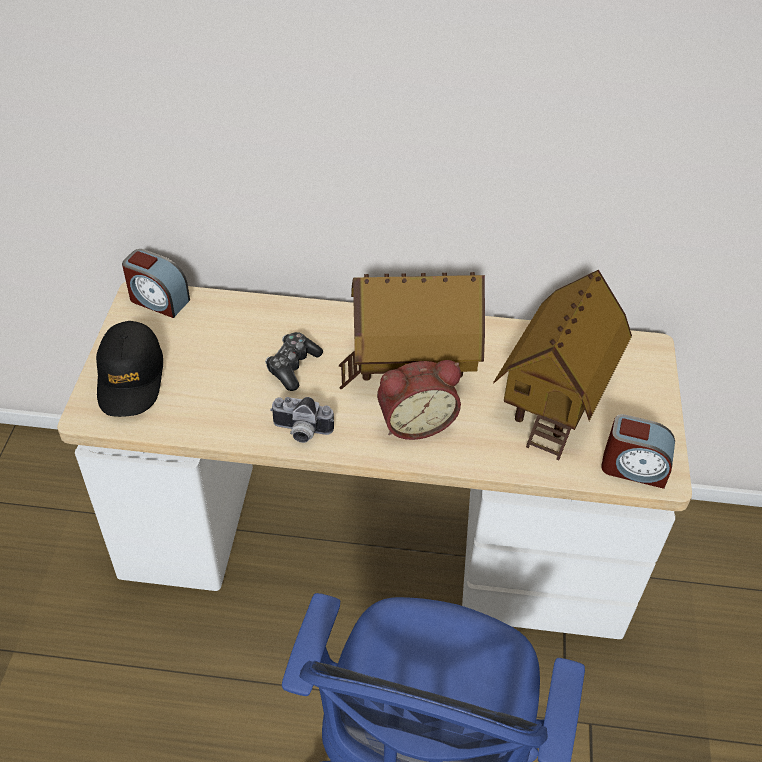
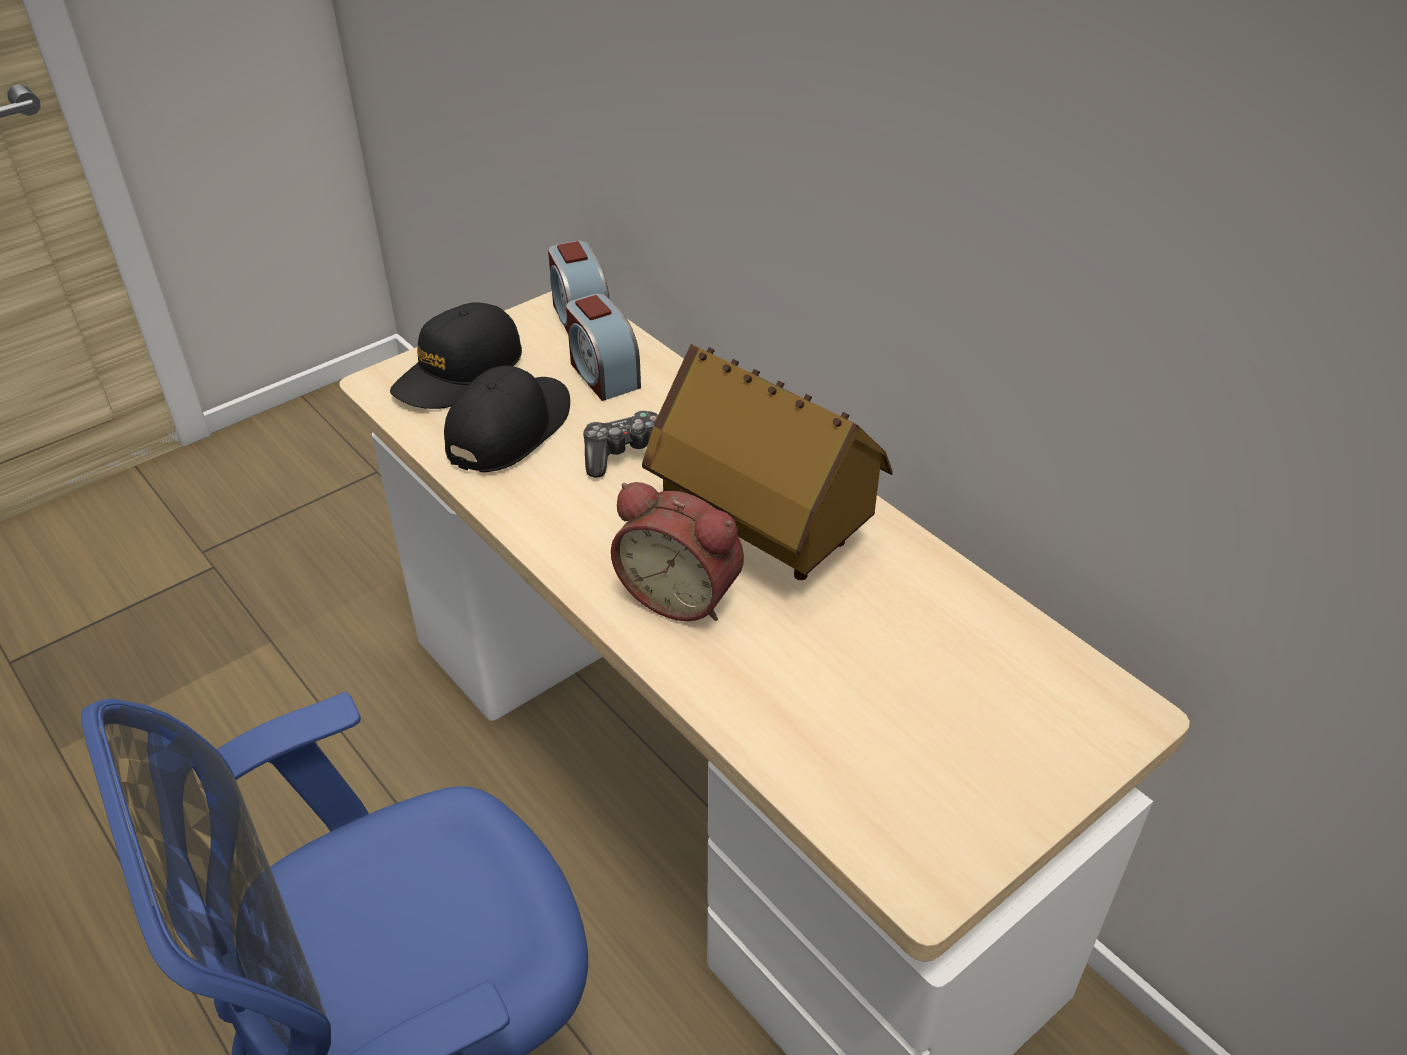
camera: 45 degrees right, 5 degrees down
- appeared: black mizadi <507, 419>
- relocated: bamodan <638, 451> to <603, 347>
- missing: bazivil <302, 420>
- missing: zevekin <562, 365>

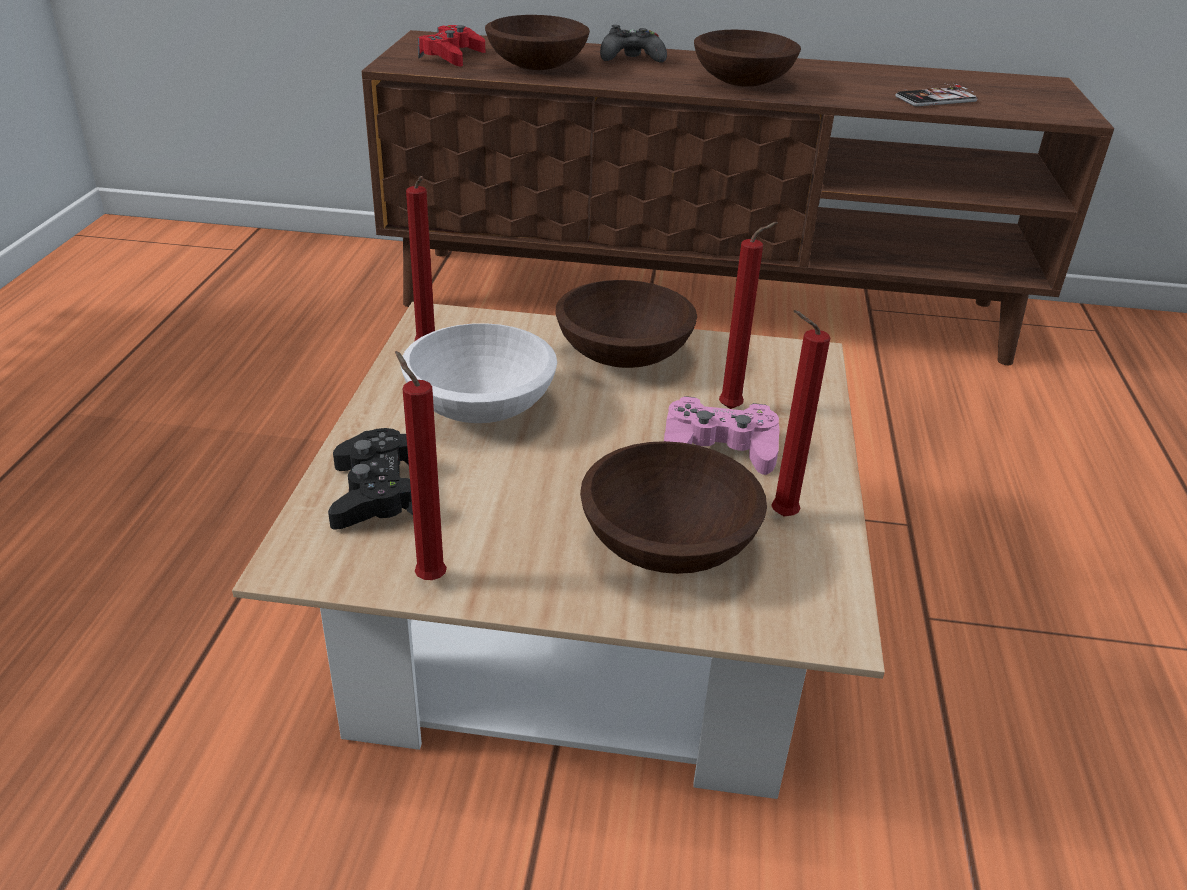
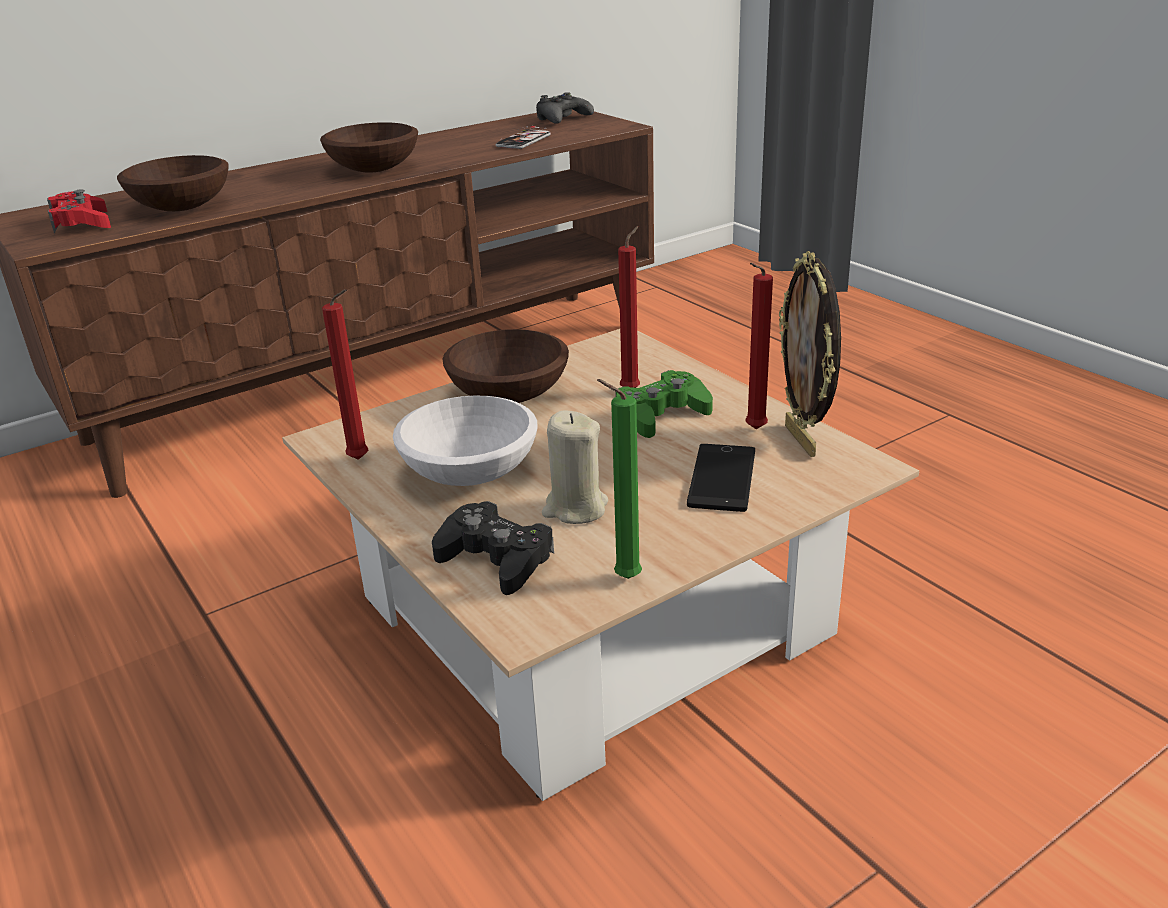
camera: 40 degrees left, 5 degrees down
- relocated: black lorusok <633, 44> to <565, 108>
- appeared: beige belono <575, 467>
- colour: red belono <421, 465> to green belono <619, 479>
- colour: pink lorusok <722, 435> to green lorusok <664, 404>
- exchanged: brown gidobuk <673, 507> to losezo <721, 478>
- appeared: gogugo <810, 354>

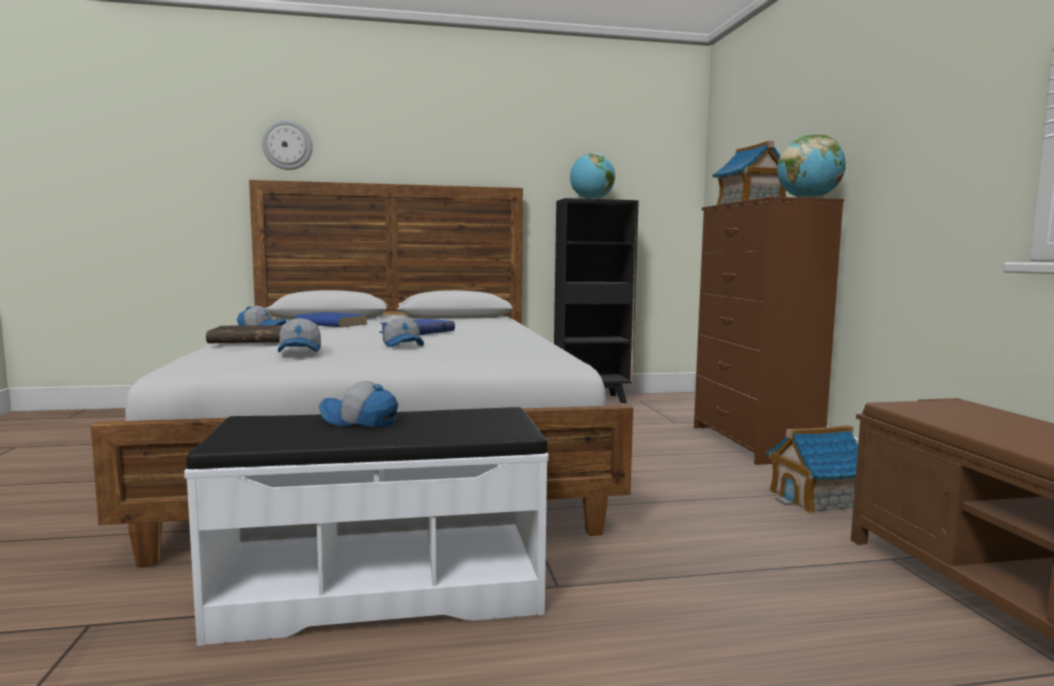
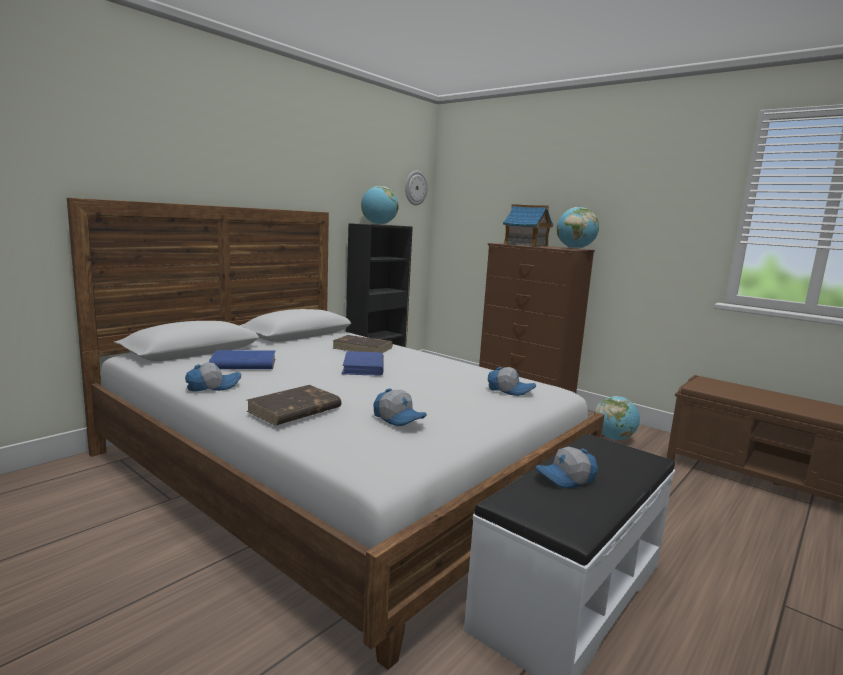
camera: 40 degrees left, 5 degrees up
- appeared: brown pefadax <362, 344>
- relocated: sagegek <287, 145> to <416, 188>
- relocated: mizadi <403, 332> to <512, 381>
- exchanged: zevekin <812, 469> to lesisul <617, 418>

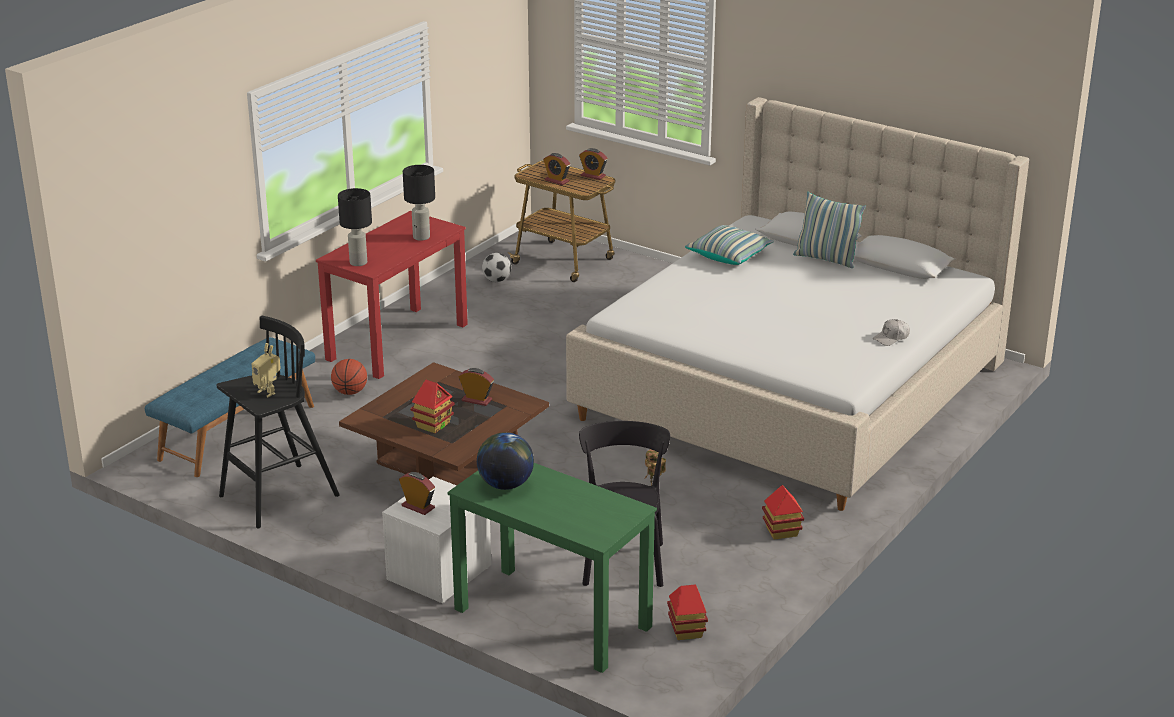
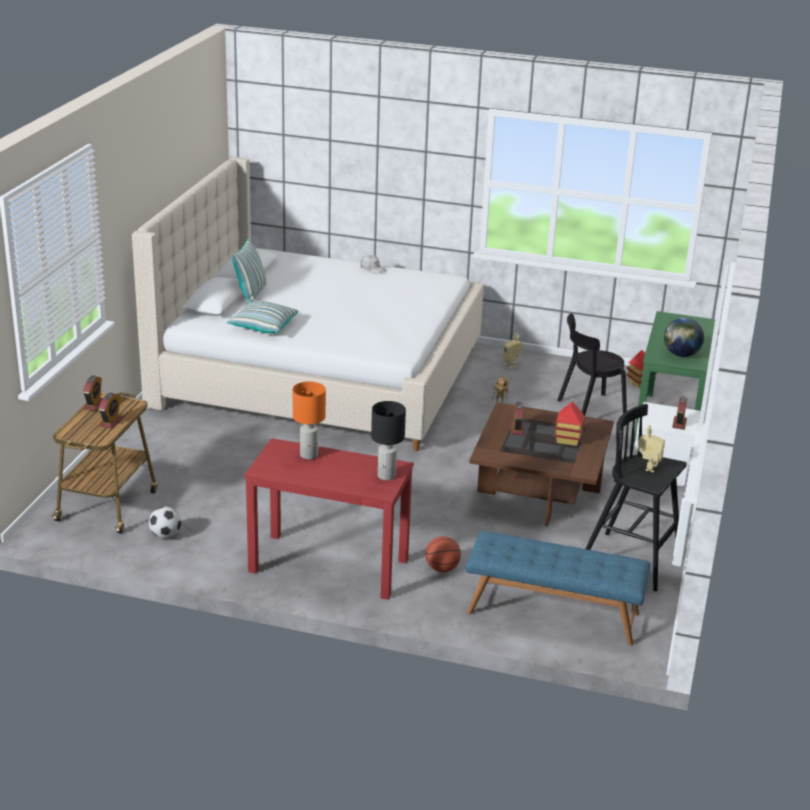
camera: 110 degrees left, 0 degrees up
- colour: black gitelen <419, 203> to orange gitelen <309, 420>
- exchanged: zevekin <783, 512> to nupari <513, 351>

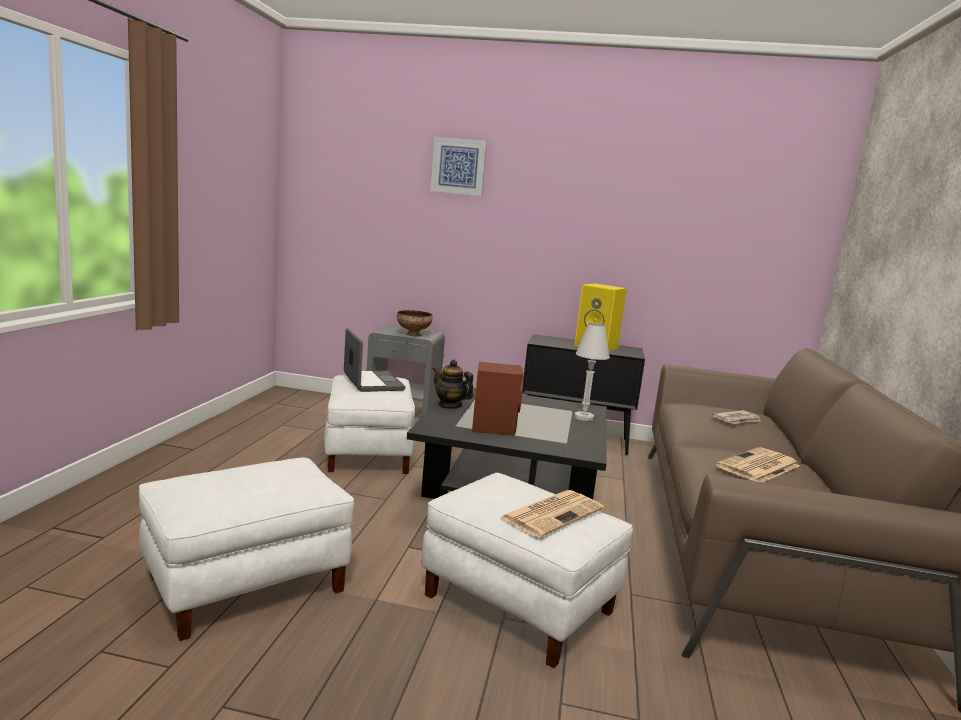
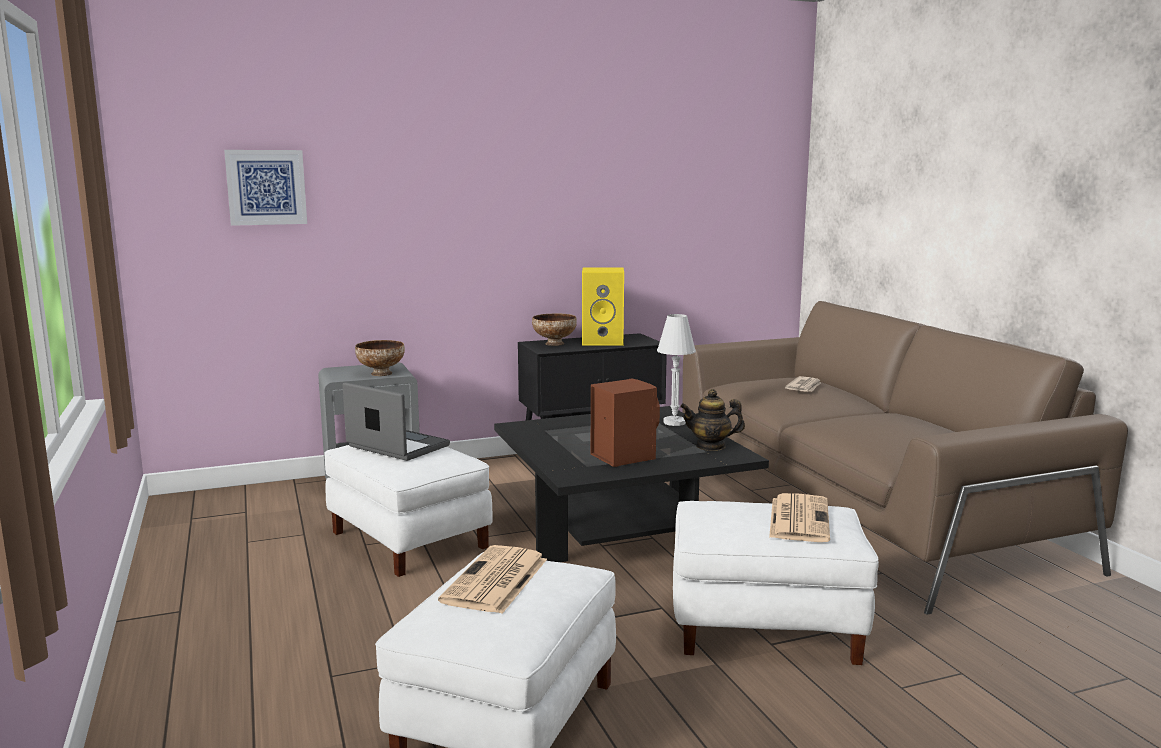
camera: 30 degrees left, 0 degrees up
- relocated: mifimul <459, 166> to <265, 188>
- relocated: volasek <757, 464> to <492, 579>
- appeared: gidobuk <554, 330>
- relocated: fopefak <453, 384> to <712, 420>

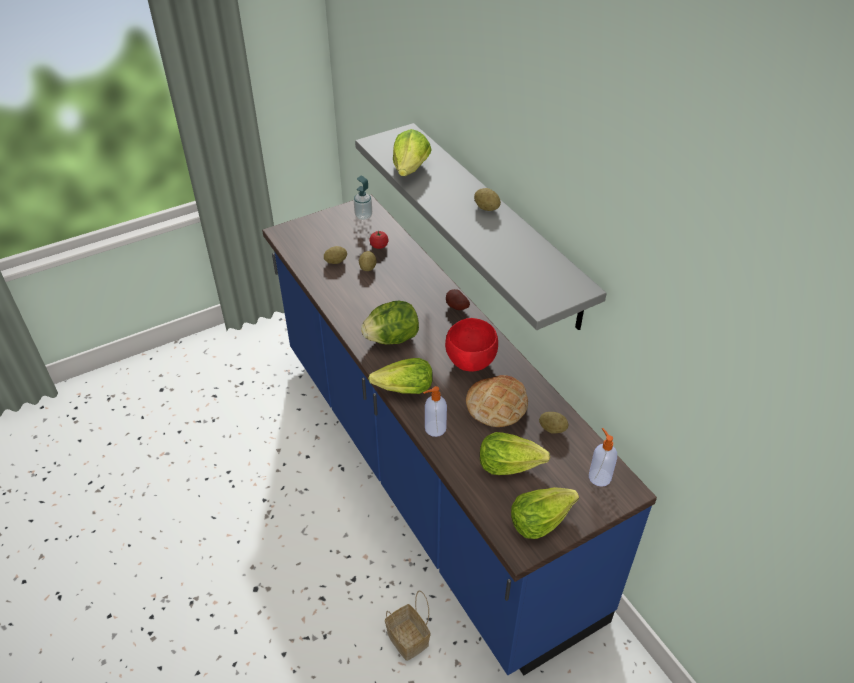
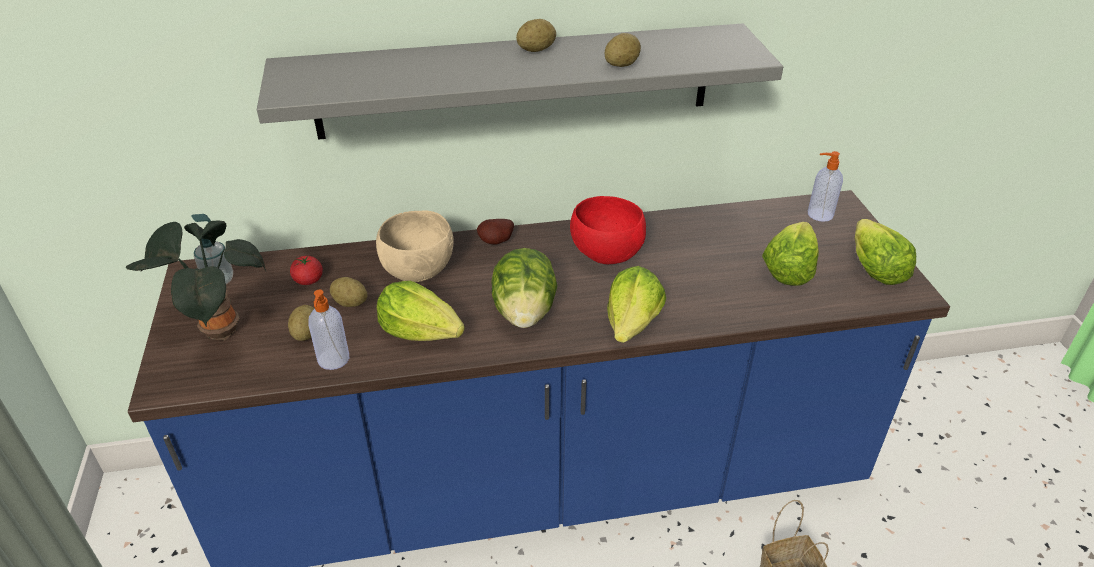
camera: 70 degrees left, 5 degrees down
- appeared: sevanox <196, 280>
- relocated: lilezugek <435, 411> to <329, 329>
- appeared: beige gidobuk <415, 246>
- relocated: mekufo <412, 152> to <421, 311>
- relocated: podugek <553, 423> to <623, 50>
- missing: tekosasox <497, 401>

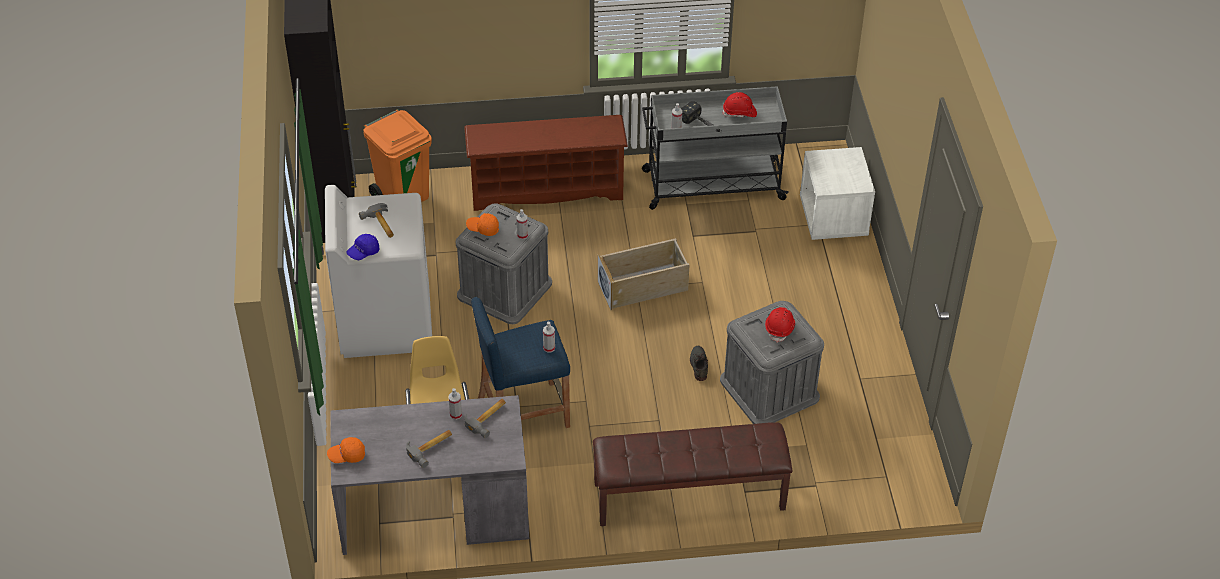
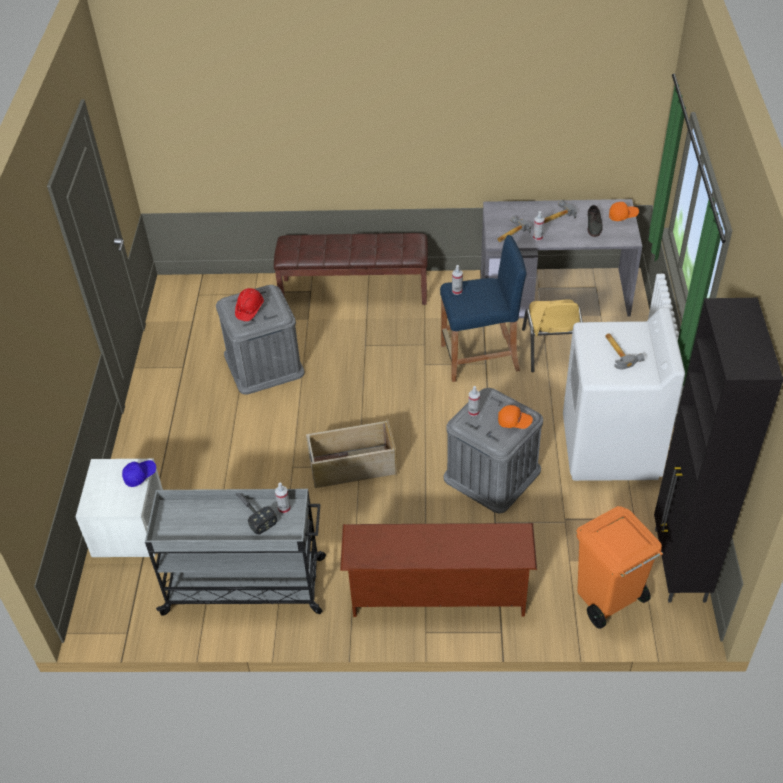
camera: 170 degrees left, 0 degrees up
- relocated: blue mizadi <363, 247> to <139, 473>
- relocated: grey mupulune <699, 363> to <595, 221>
- missing: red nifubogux <739, 104>

